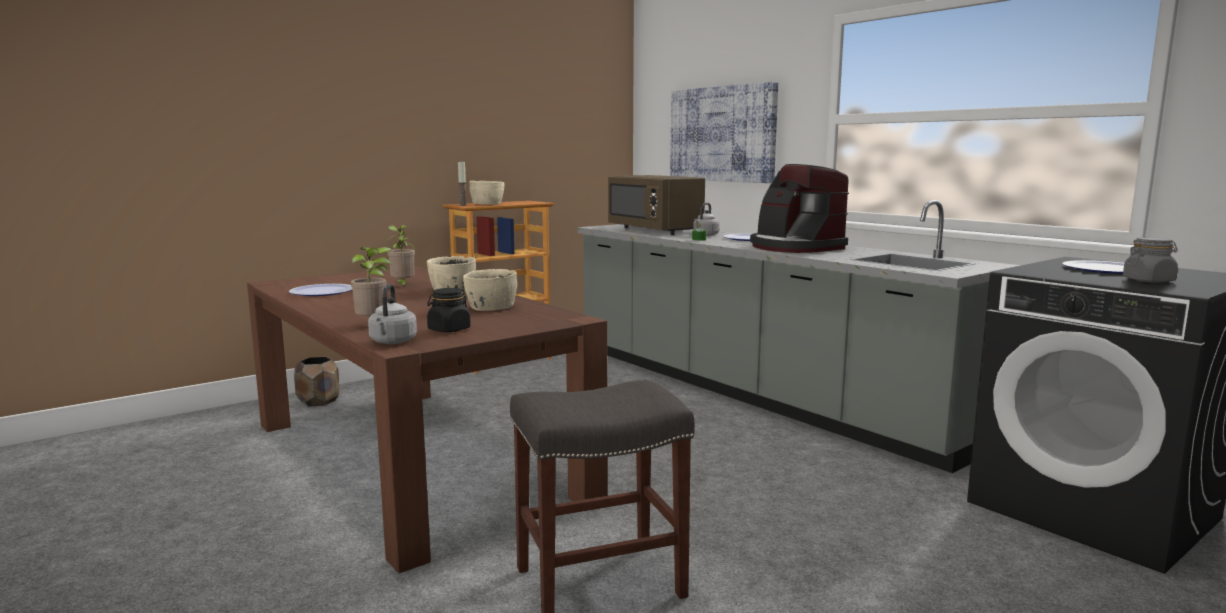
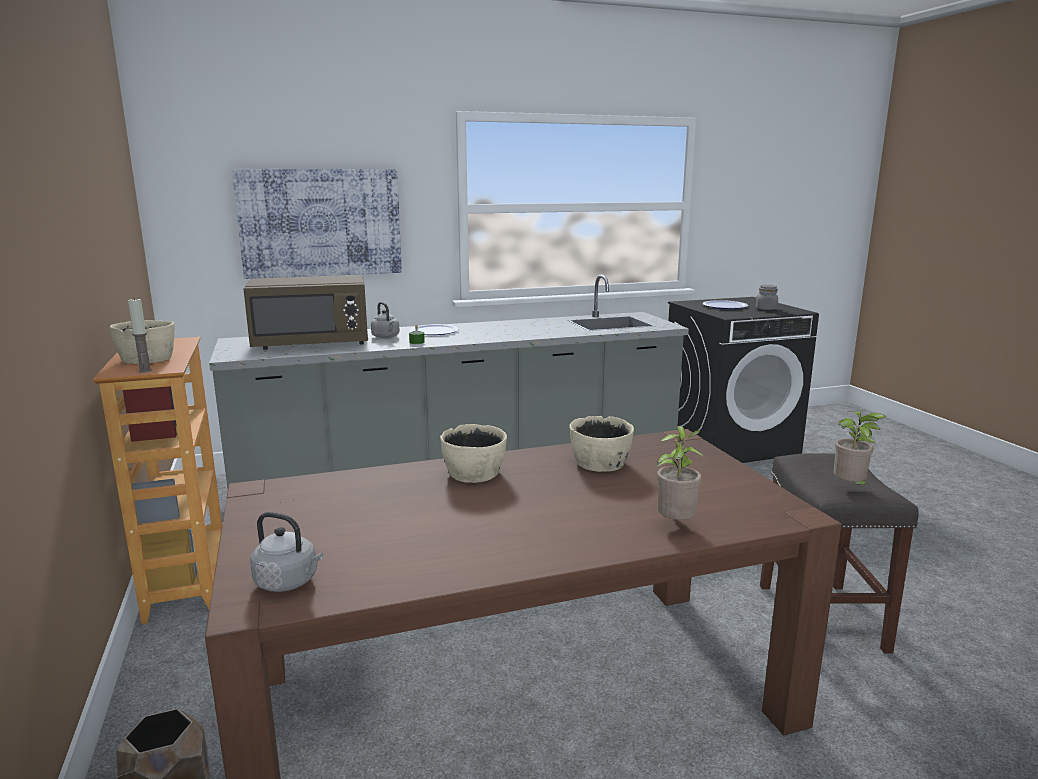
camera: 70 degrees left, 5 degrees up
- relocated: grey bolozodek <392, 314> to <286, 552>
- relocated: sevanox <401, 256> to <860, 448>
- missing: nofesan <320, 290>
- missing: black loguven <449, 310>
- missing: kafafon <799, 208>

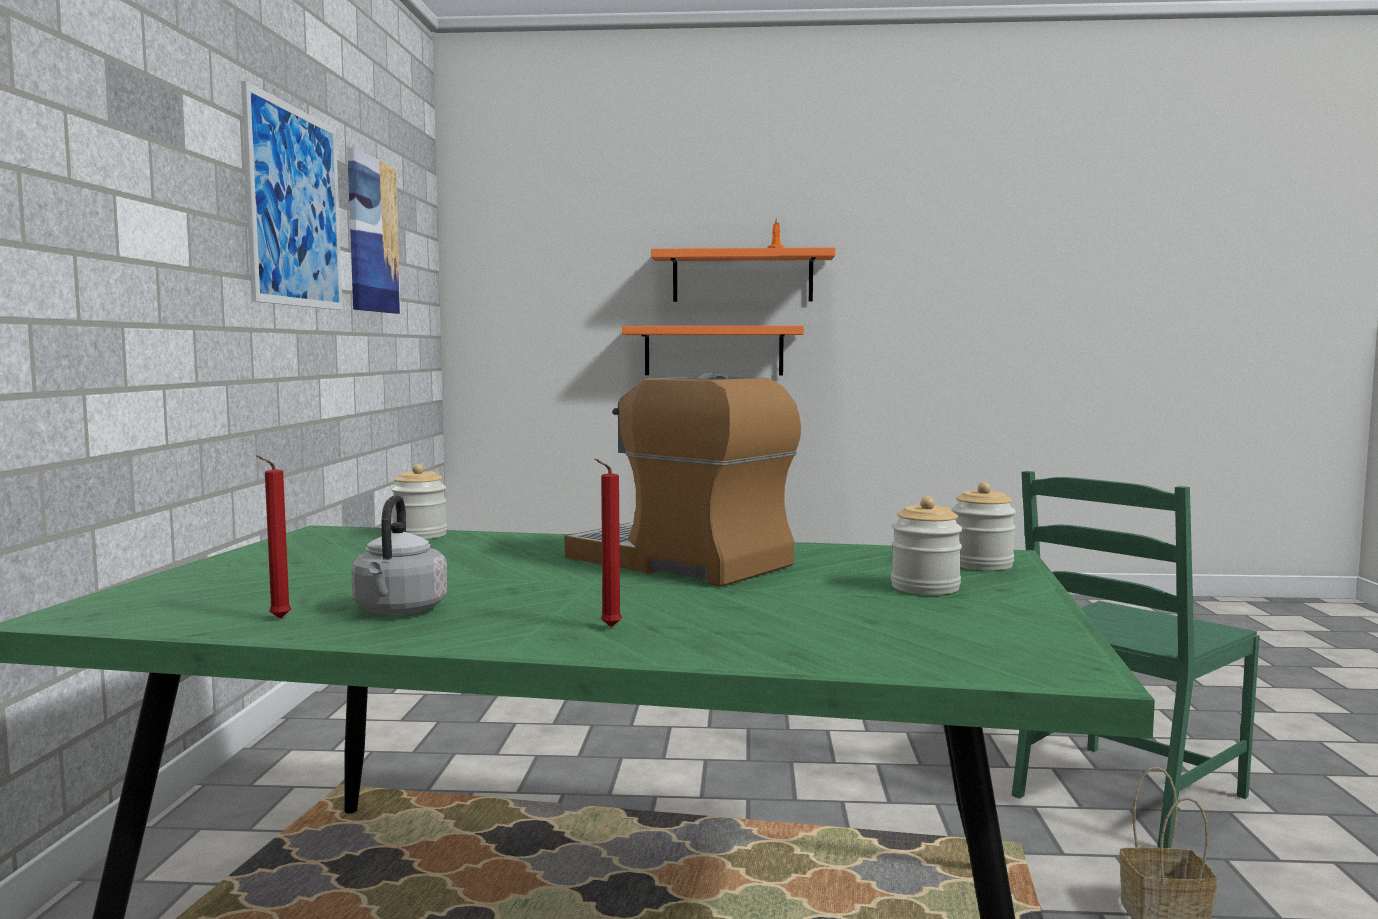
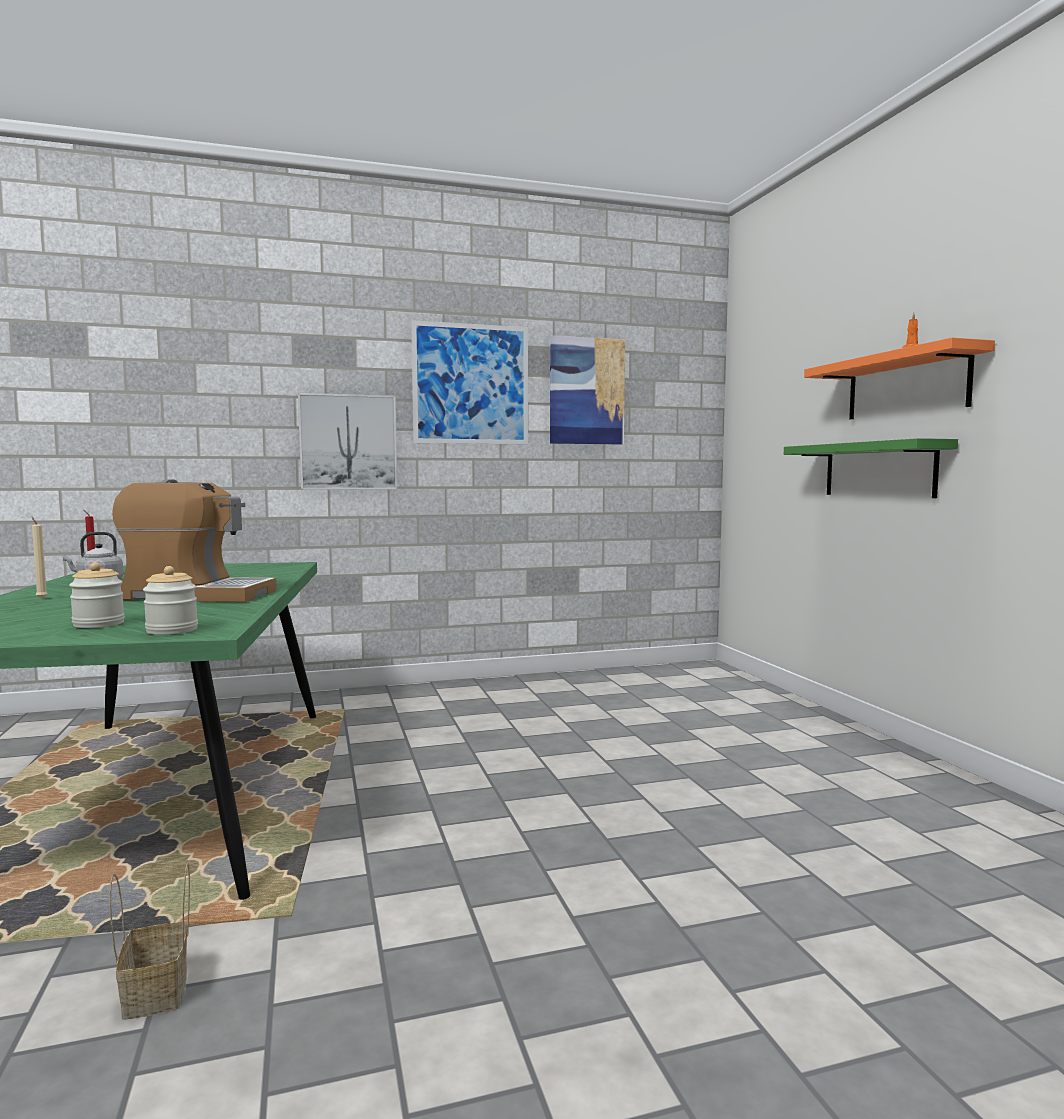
camera: 70 degrees right, 0 degrees up
- colour: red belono <608, 543> to beige belono <40, 557>
- spun: kafafon <683, 480> = <194, 540> 75 degrees clockwise
- appeared: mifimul <347, 441>
- colour: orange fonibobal <713, 350> to green fonibobal <871, 468>
- missing: loguven <419, 501>
- missing: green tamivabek <1136, 659>

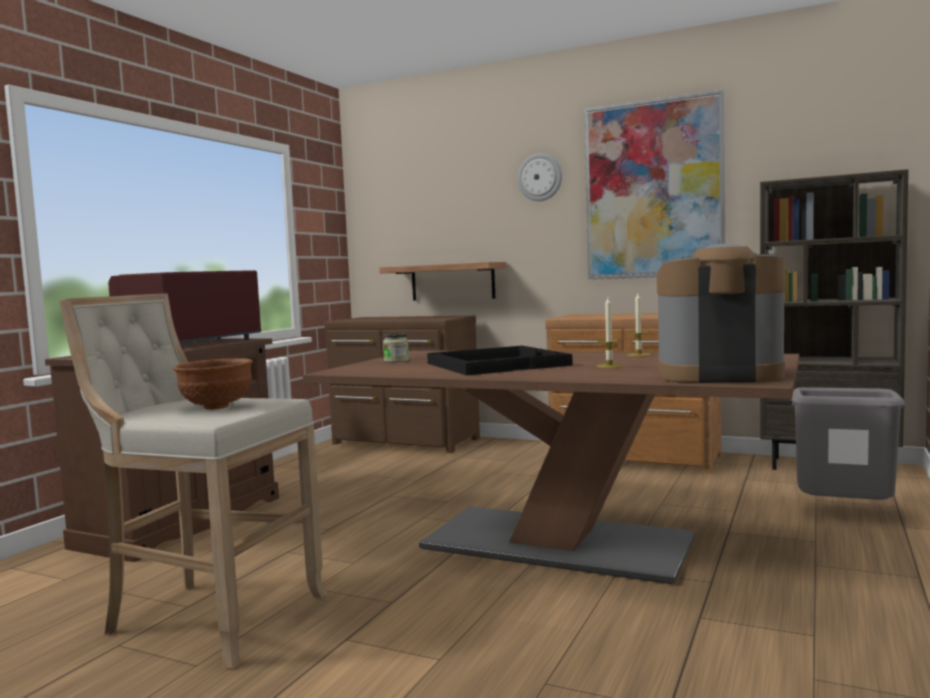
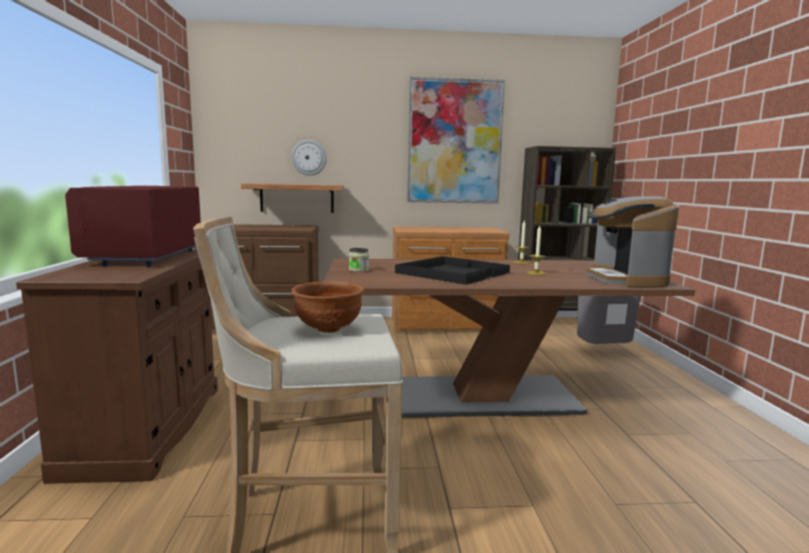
camera: 30 degrees left, 5 degrees up
- relocated: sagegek <540, 177> to <309, 158>
- spun: kafafon <721, 313> = <632, 242> 75 degrees counterclockwise

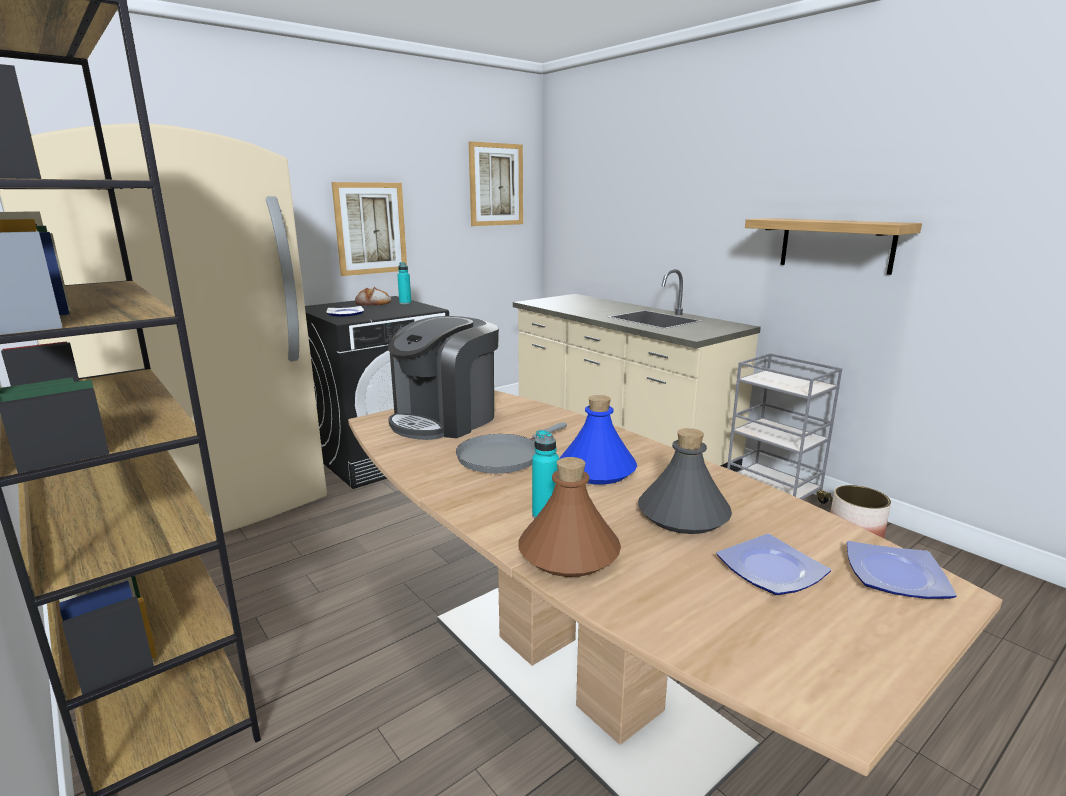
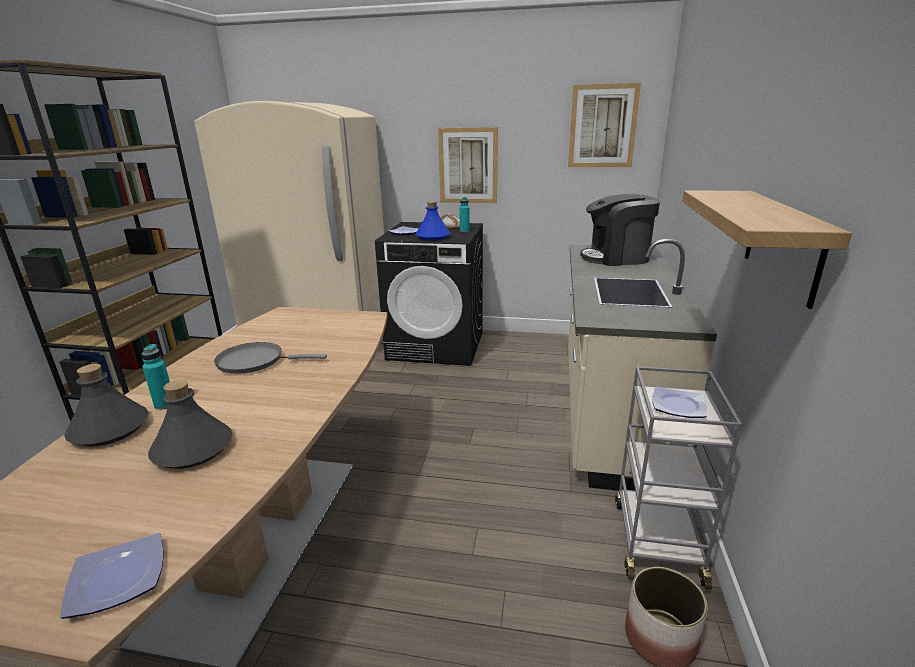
camera: 50 degrees right, 5 degrees up
- colour: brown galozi <569, 517> to grey galozi <106, 405>
- relocated: blue galozi <598, 439> to <433, 221>
- relocated: kafafon <443, 378> to <620, 230>
- relocated: nofesan <774, 564> to <679, 402>

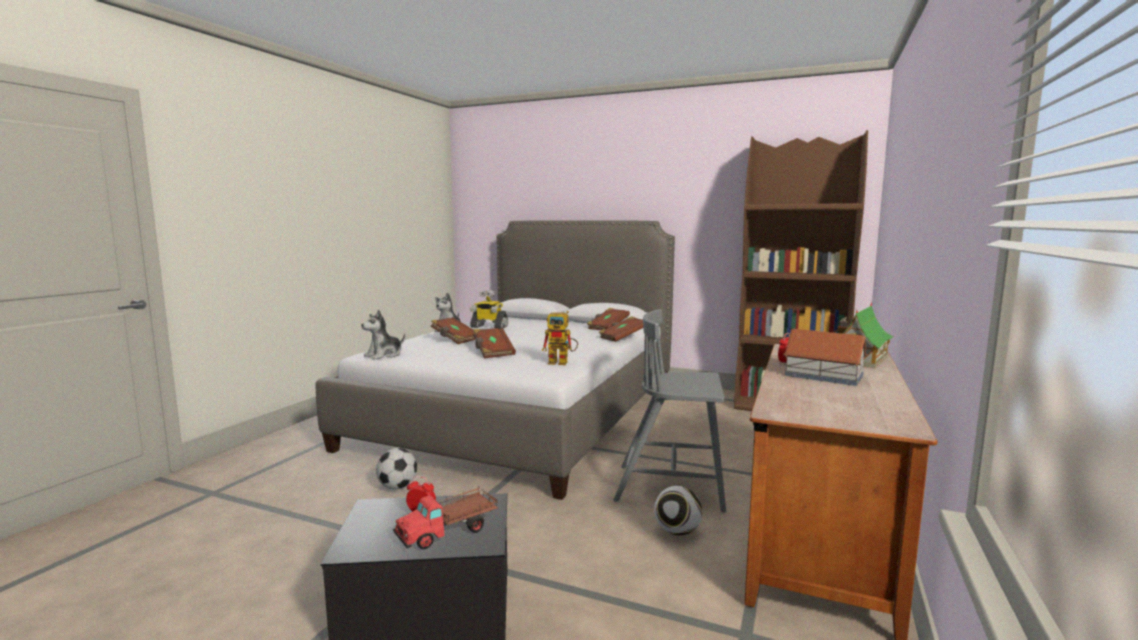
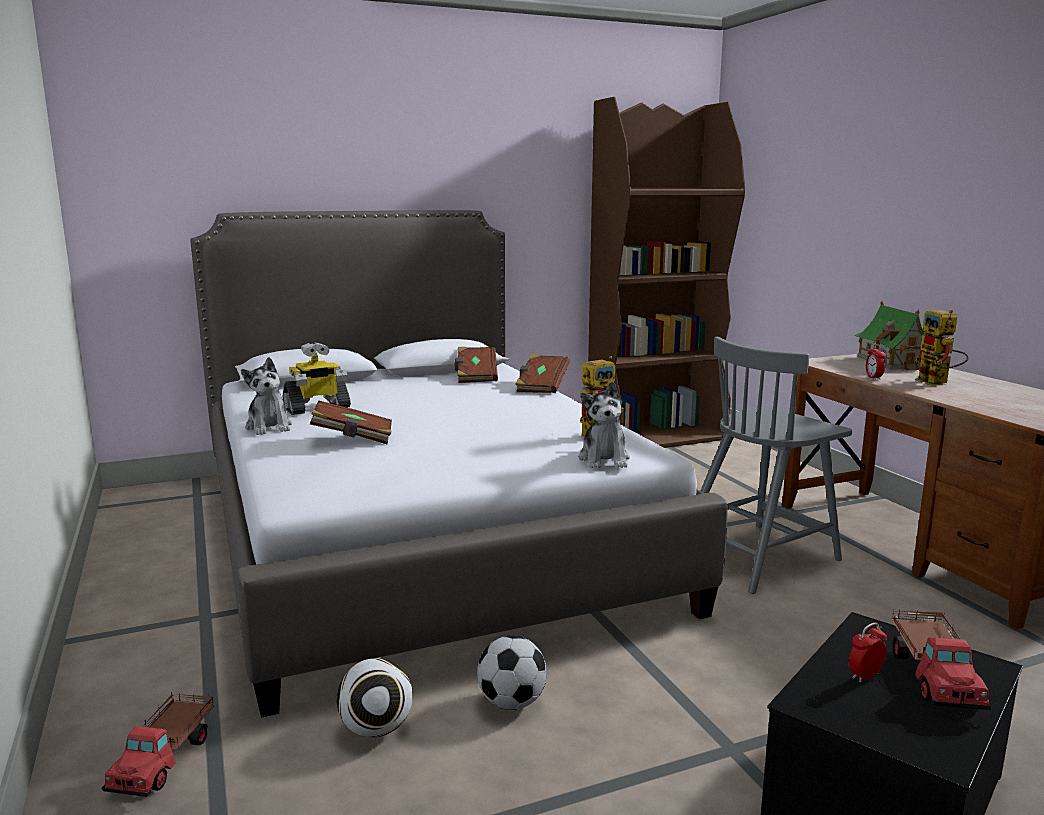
camera: 45 degrees left, 5 degrees up
- appeared: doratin <158, 744>
- relocated: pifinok <678, 510> to <375, 697>
- relocated: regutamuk <383, 335> to <604, 424>
- exchanged: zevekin <825, 357> to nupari <942, 348>
- missing: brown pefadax <494, 343>

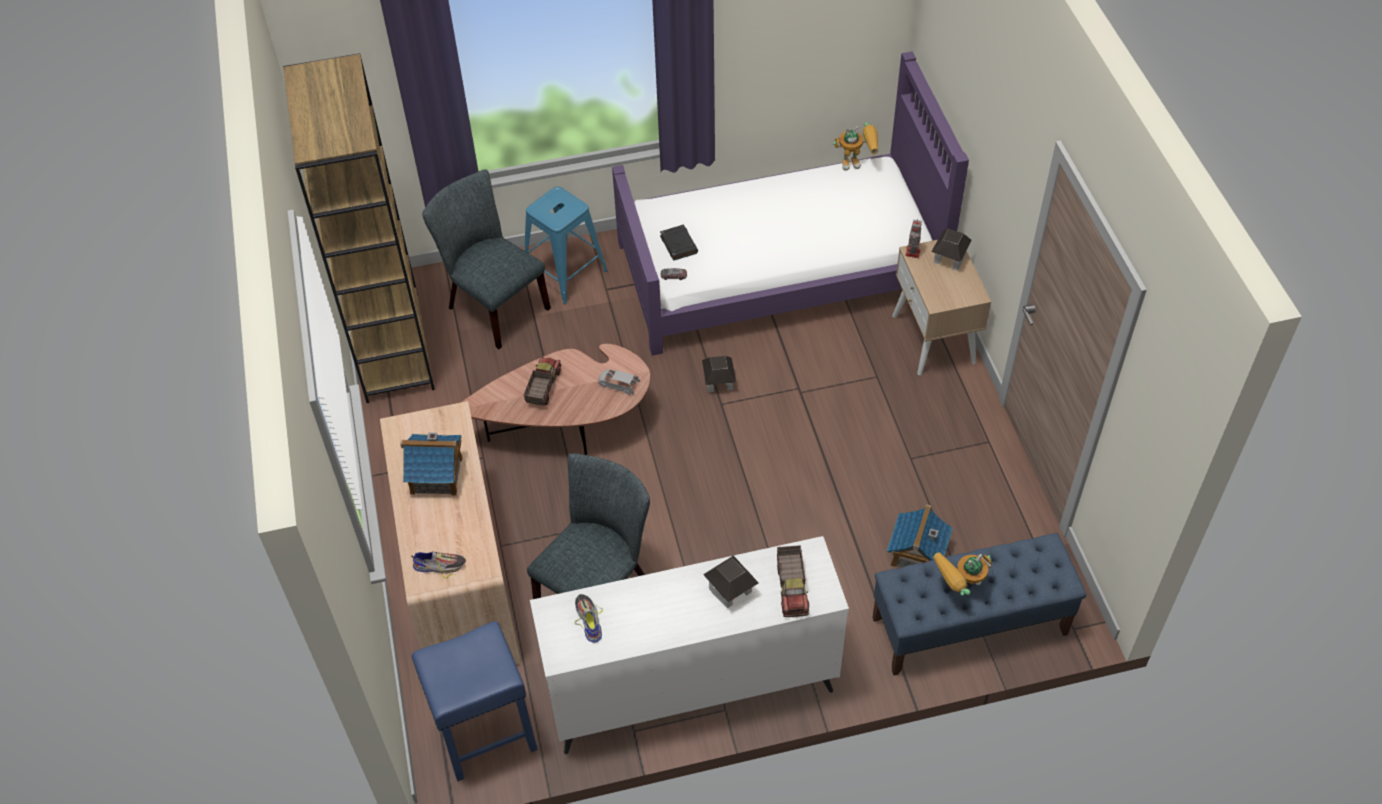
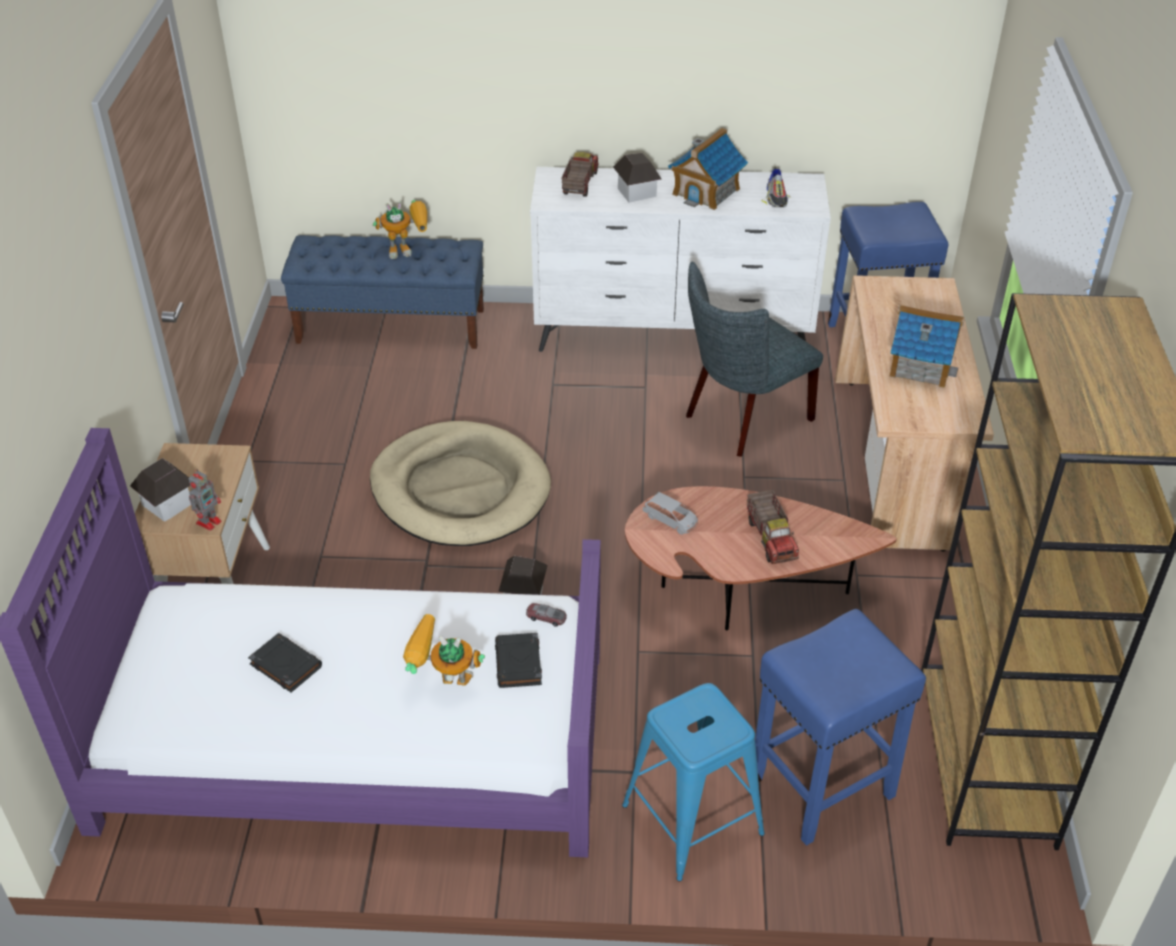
camera: 165 degrees left, 10 degrees down
- appeared: black pefadax <285, 663>
- appeared: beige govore <460, 483>
- relocated: nupari <855, 146> to <444, 650>
- relocated: zevekin <920, 535> to <708, 169>
- spun: doratin <542, 381> = <773, 527> 45 degrees counterclockwise
- exchanged: grey tamivabek <486, 259> to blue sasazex <840, 727>
- missing: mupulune <438, 565>

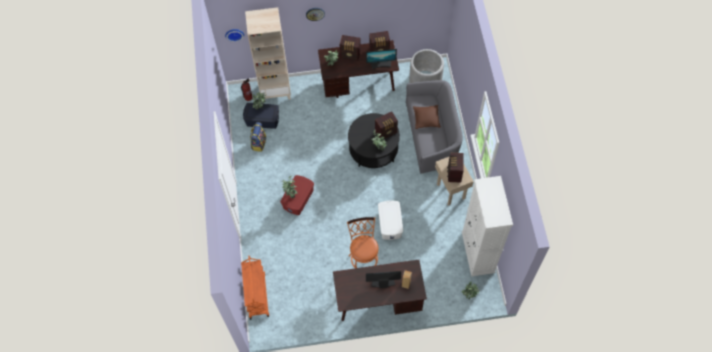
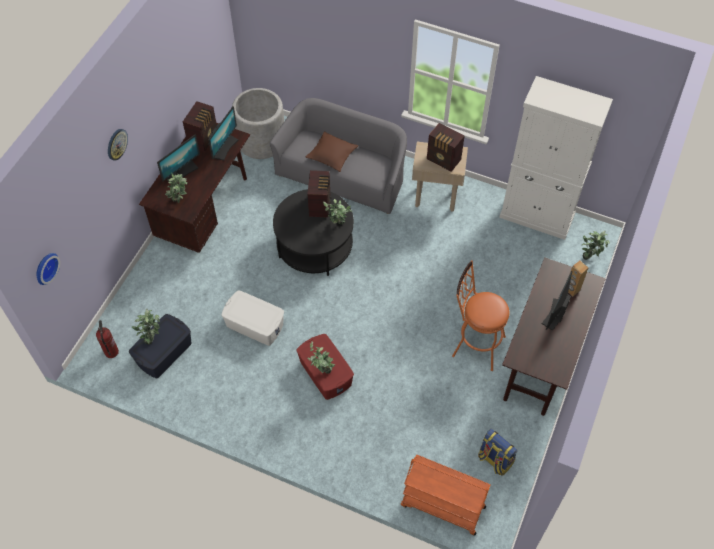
camera: 60 degrees left, 5 degrees down
- exchanged: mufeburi <350, 48> to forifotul <178, 159>
- relocated: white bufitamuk <390, 220> to <252, 318>
- relocated: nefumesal <258, 137> to <498, 452>
- missing: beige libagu <268, 53>

